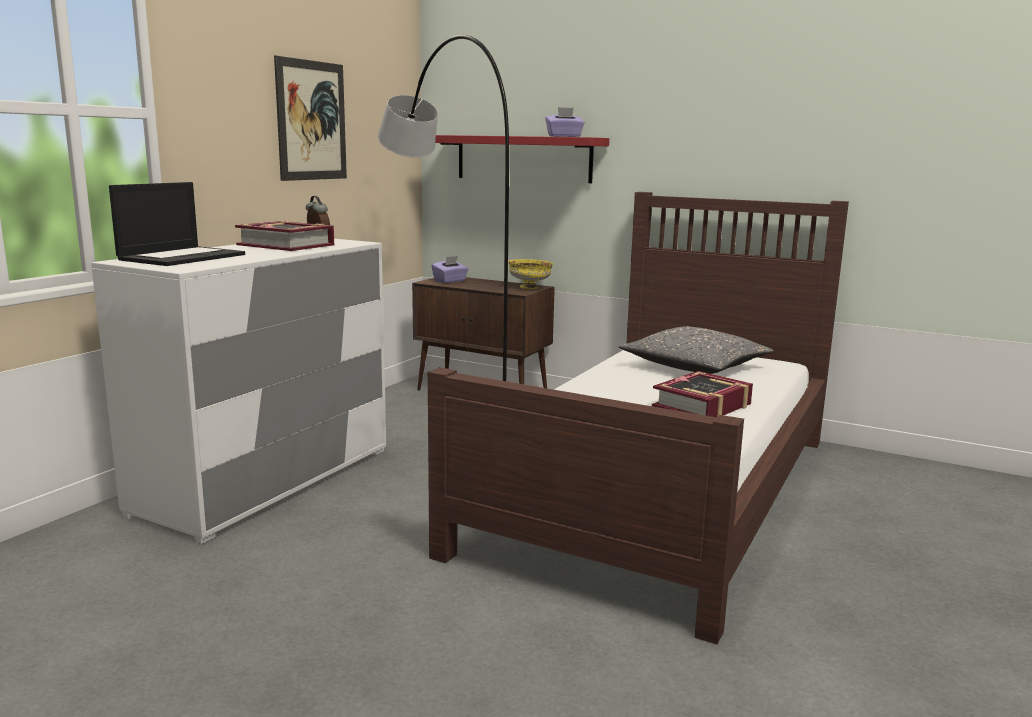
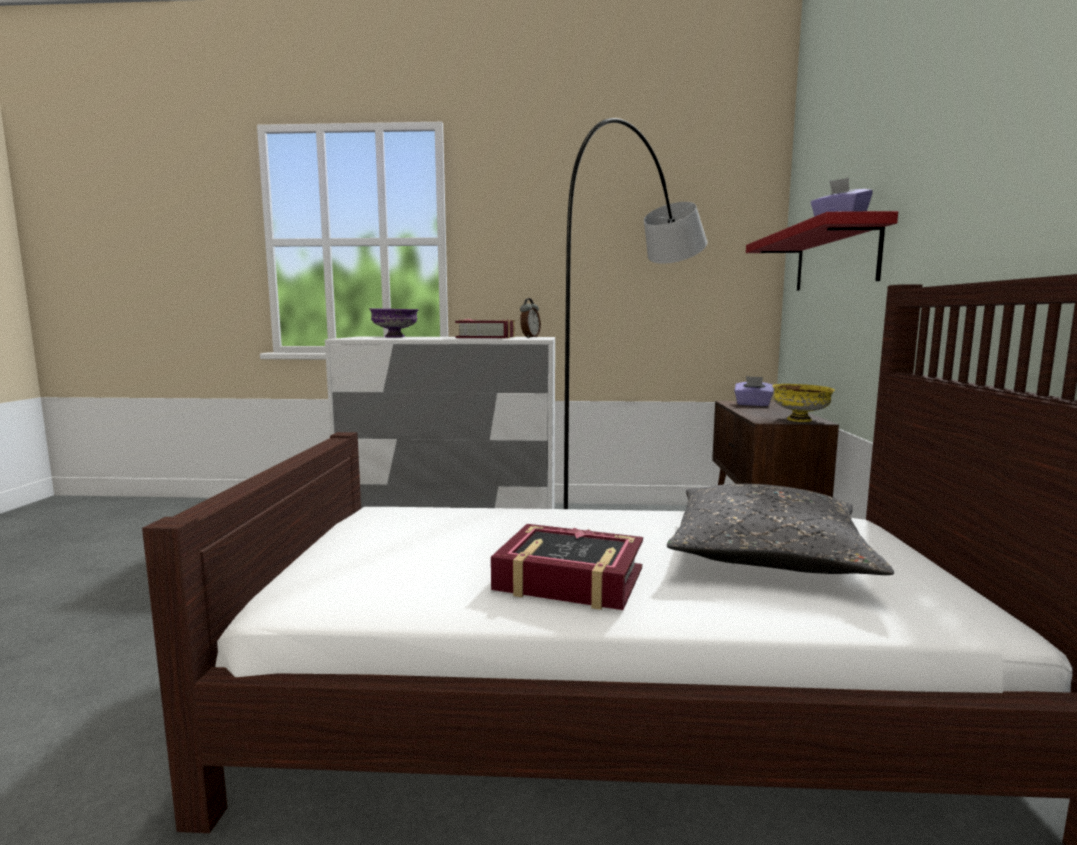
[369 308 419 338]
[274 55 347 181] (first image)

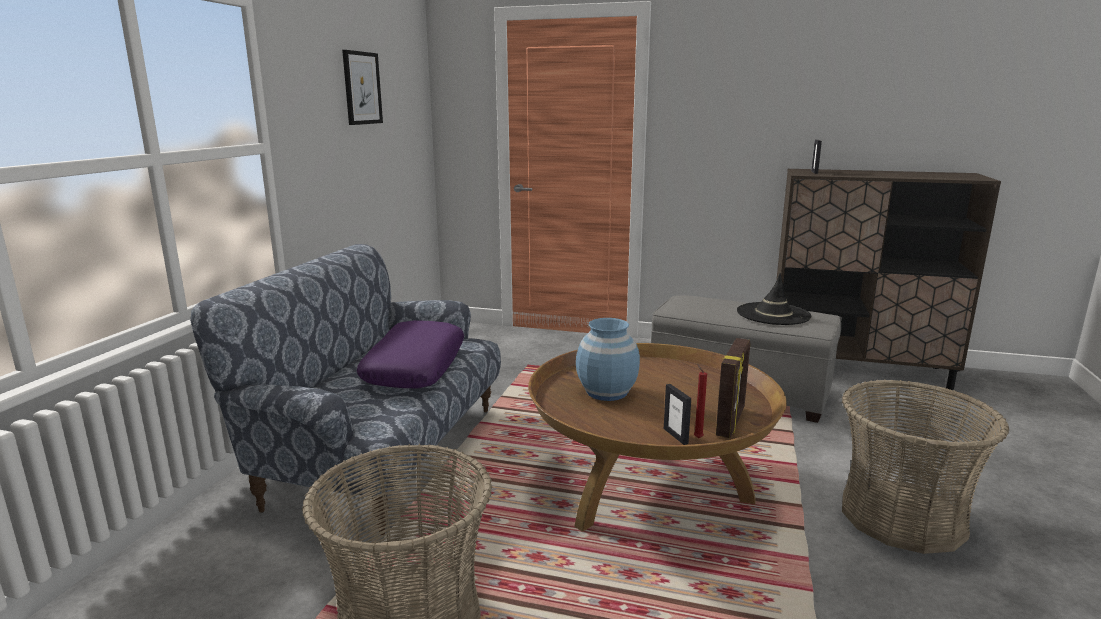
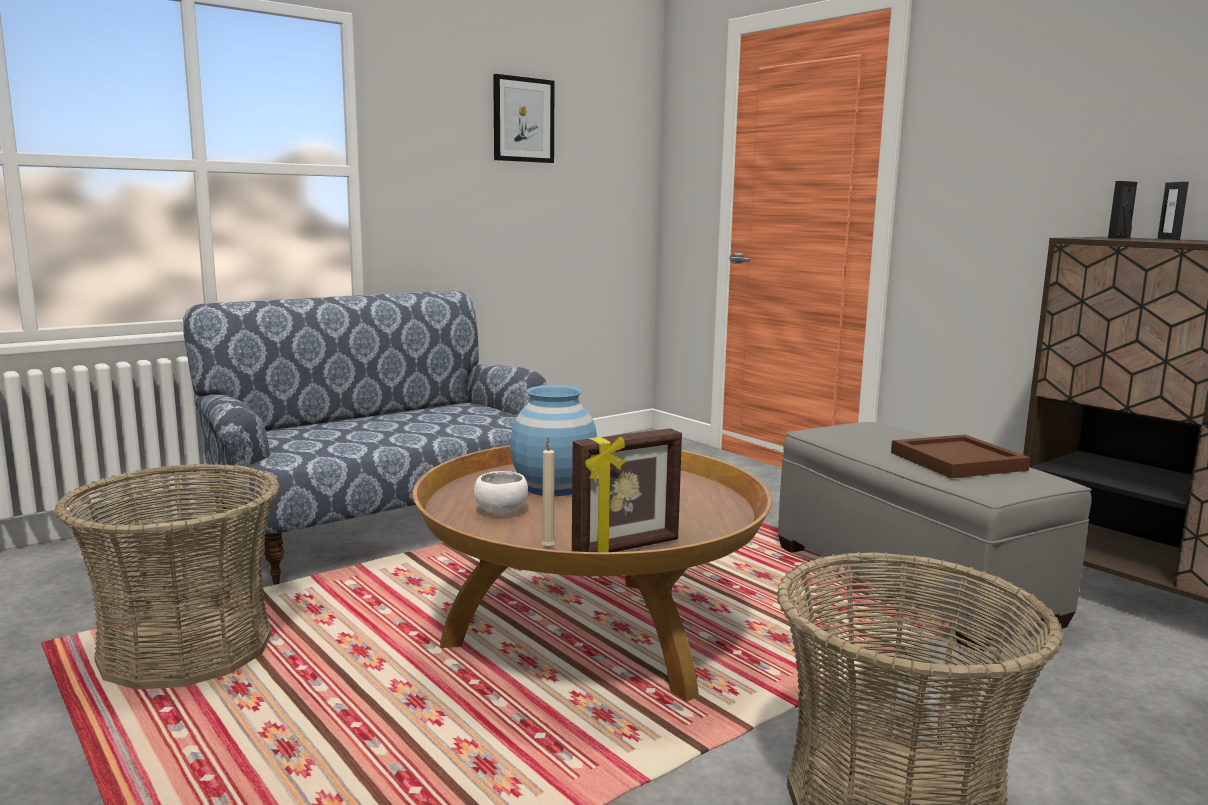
[357 320 464 389] (first image)
[1158 182 1189 240]
[541 437 555 549]
[891 435 1030 478]
[474 471 528 514]

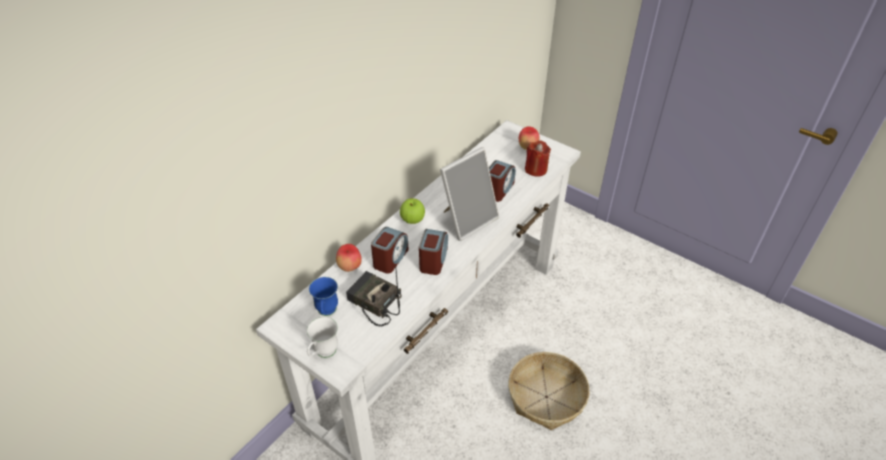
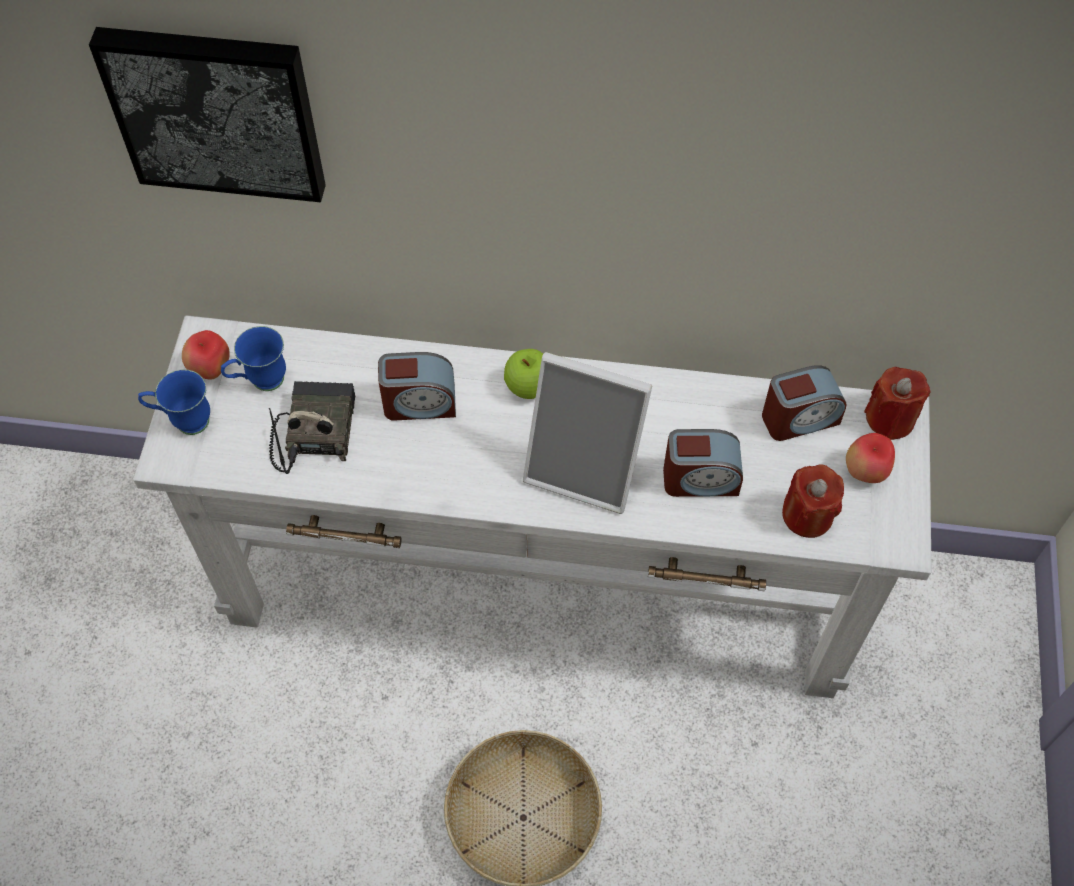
[138 369 210 435]
[182 330 230 379]
[762 365 847 441]
[89 27 326 202]
[864 367 931 440]

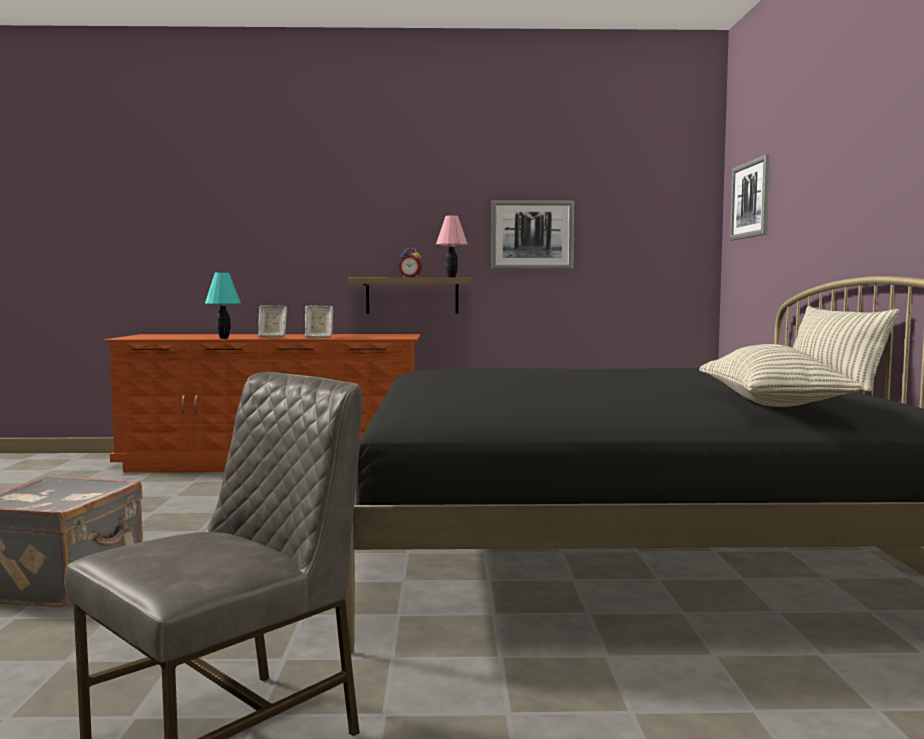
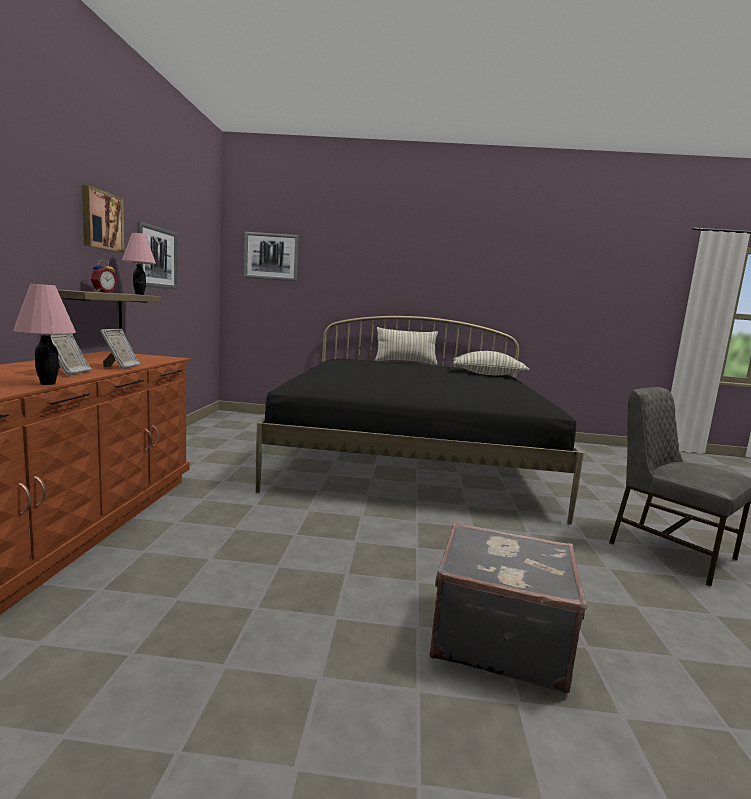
[13 284 76 385]
[82 185 124 253]

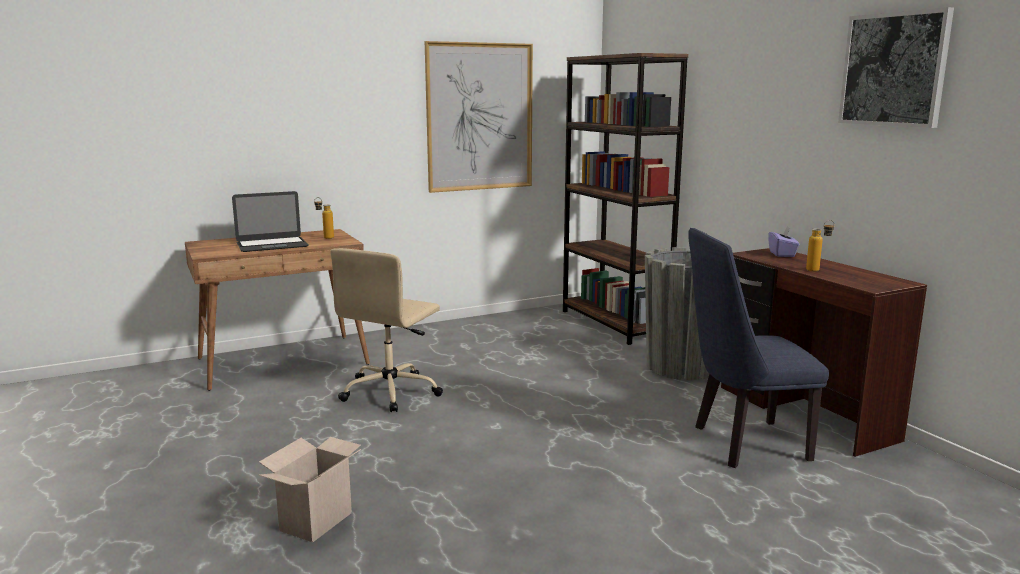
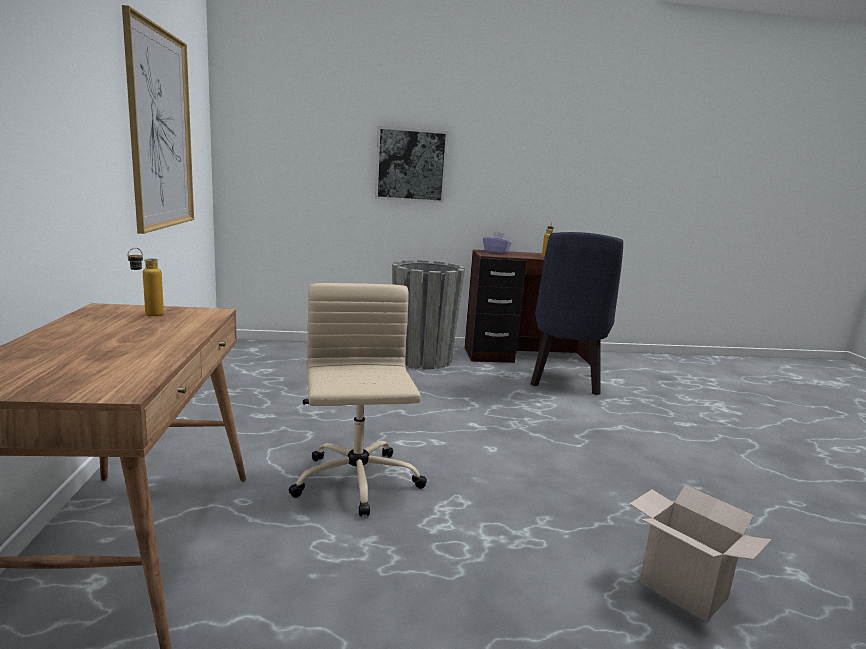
[232 191 309 252] (first image)
[288 283 427 517]
[563 53 688 345] (first image)
[375 126 449 203]

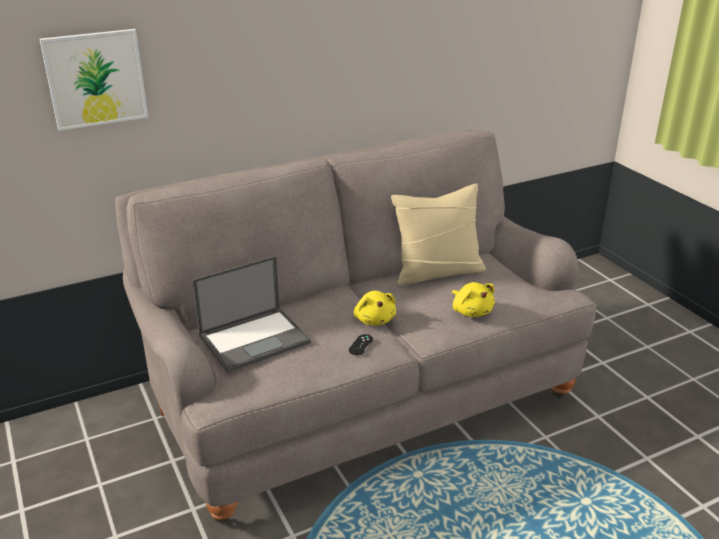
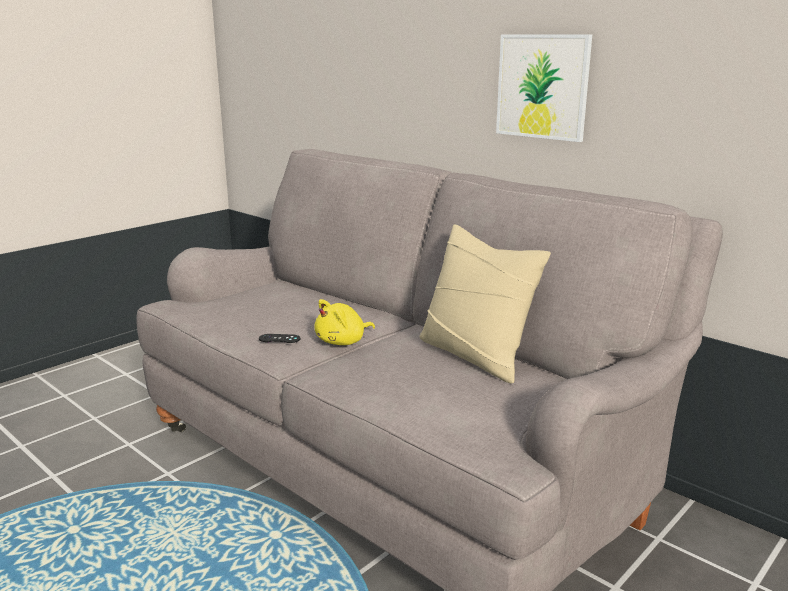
[496 34 592 142]
[192 256 311 373] (first image)
[452 282 495 317] (first image)

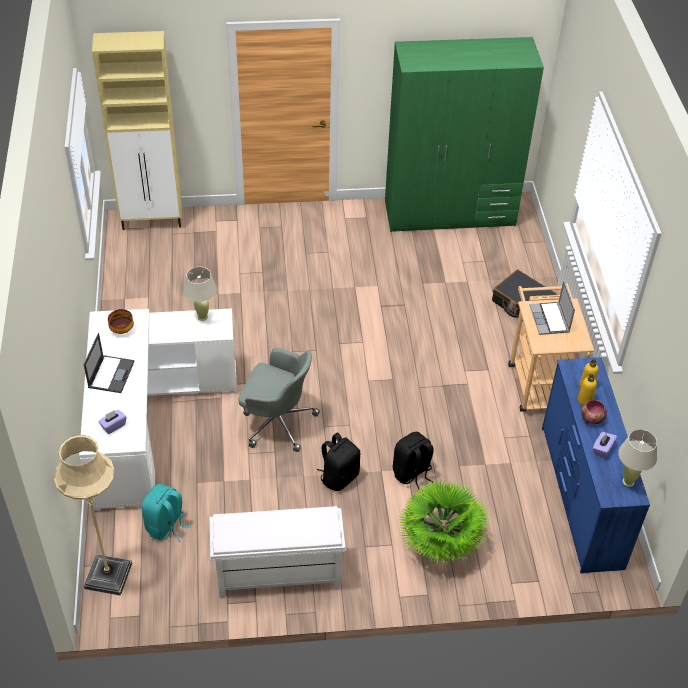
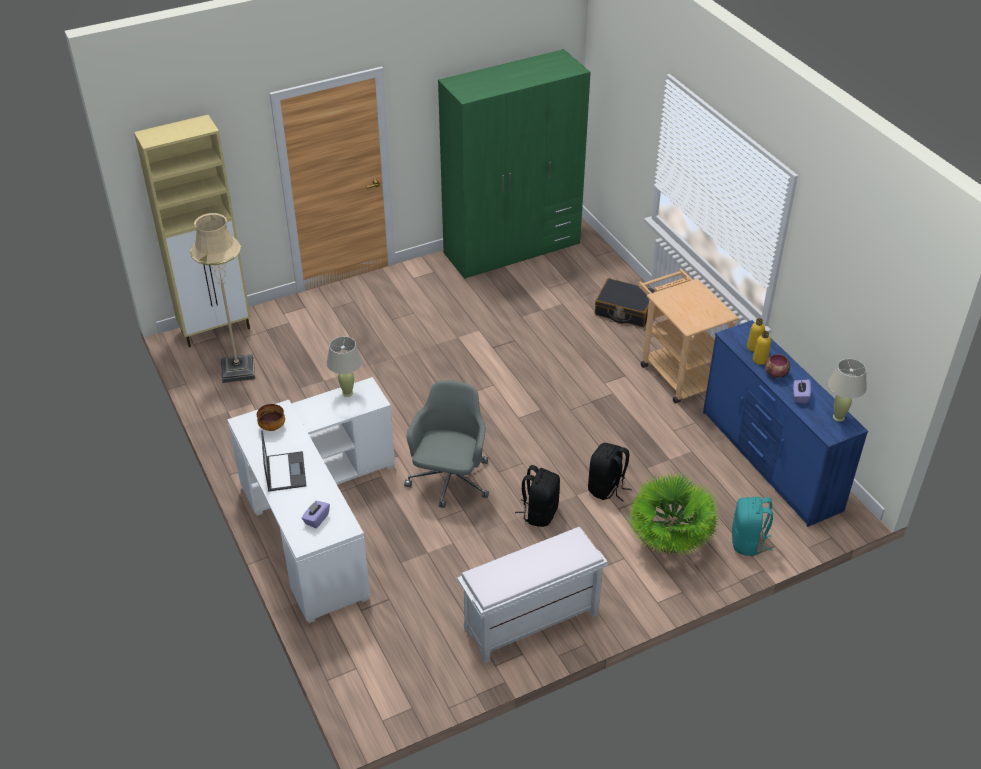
[190 213 255 383]
[732 497 773 556]
[404 380 489 508]
[530 280 575 335] (first image)

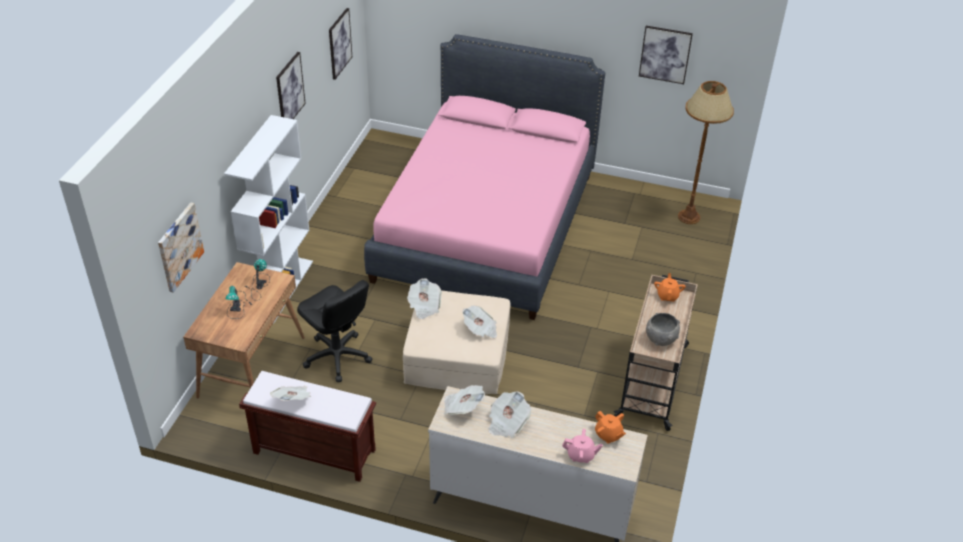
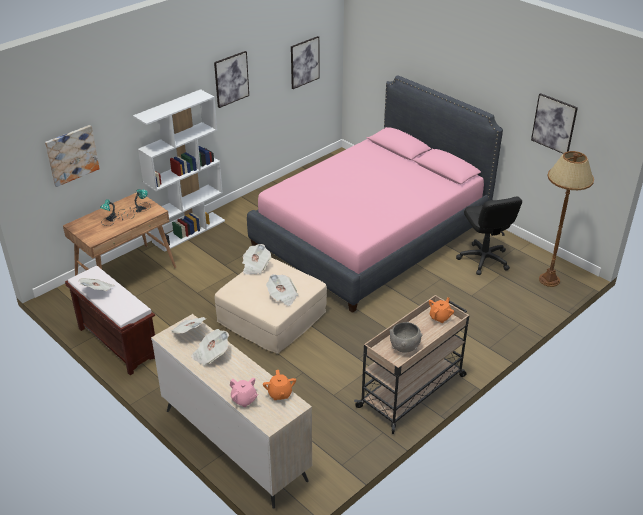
[456 197 522 275]

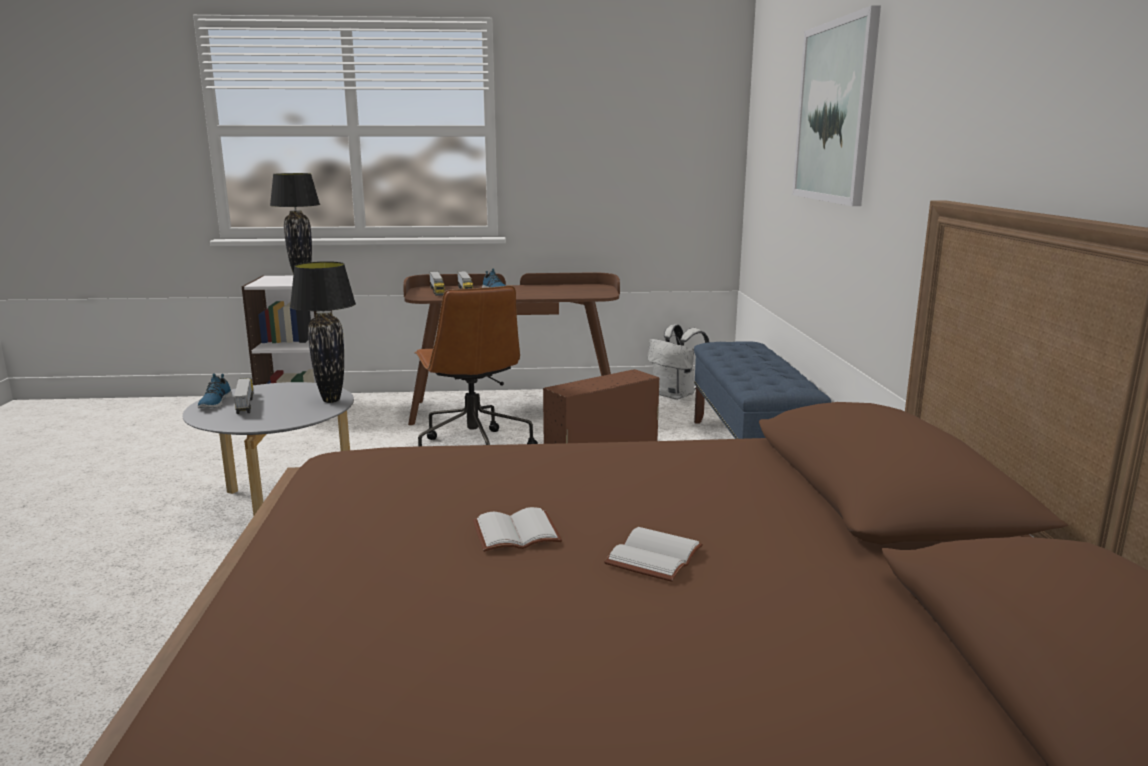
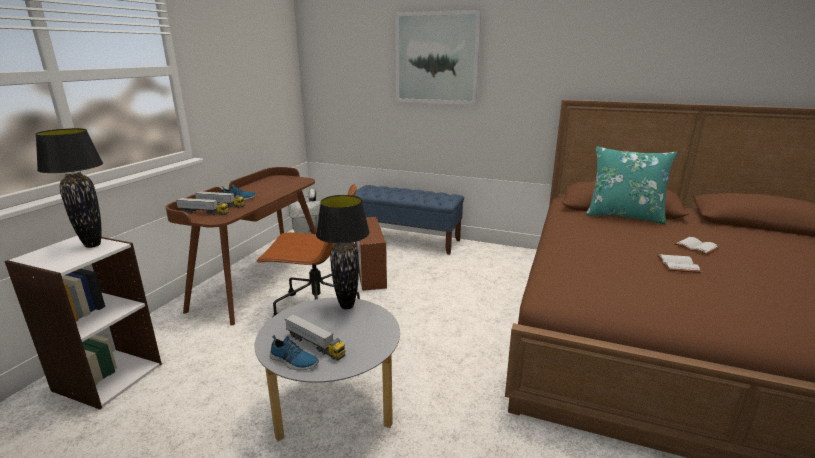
[285 314 346 360]
[586 146 677 225]

